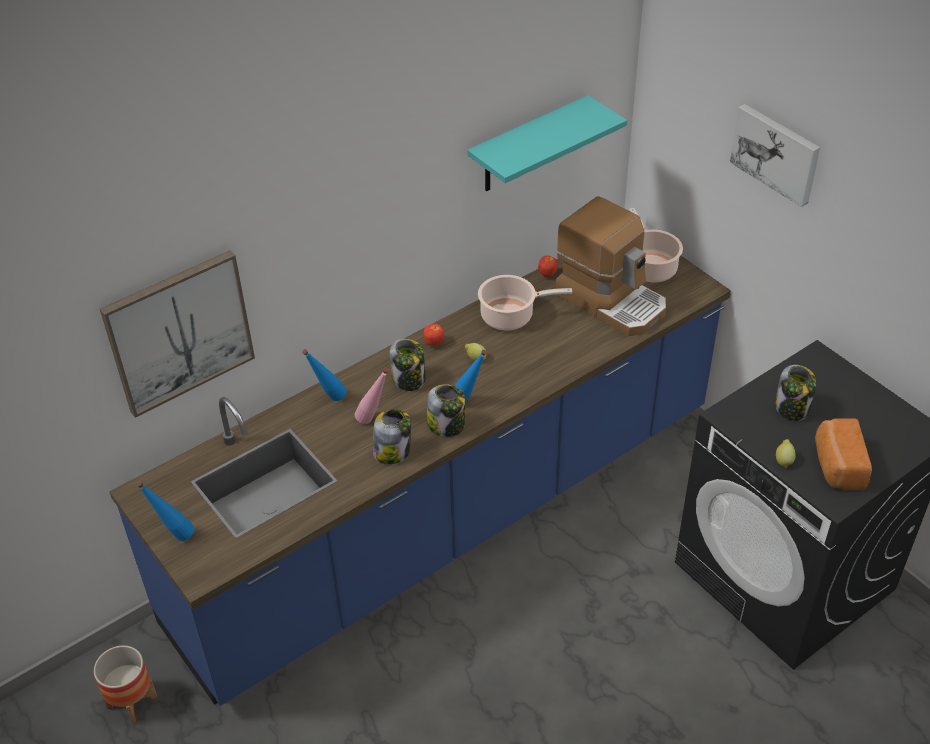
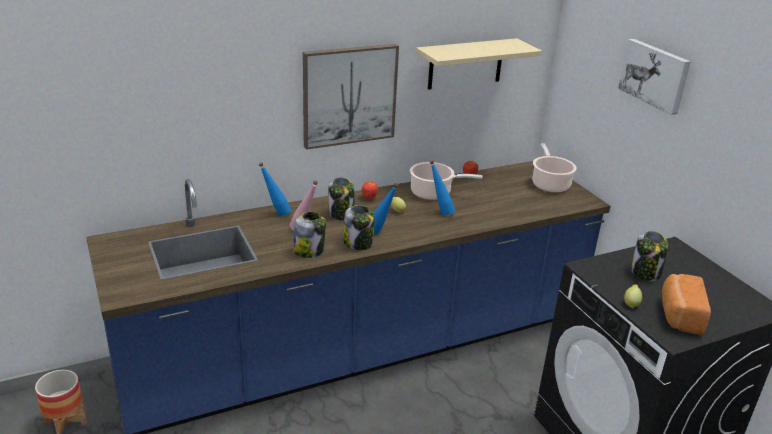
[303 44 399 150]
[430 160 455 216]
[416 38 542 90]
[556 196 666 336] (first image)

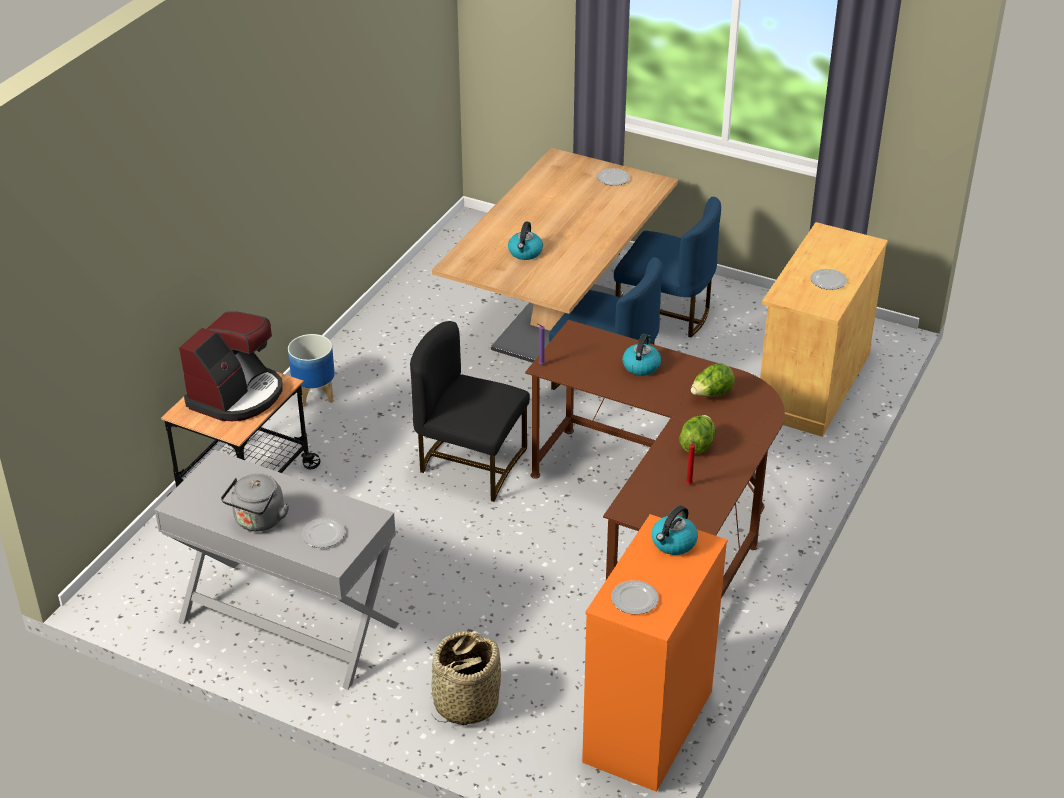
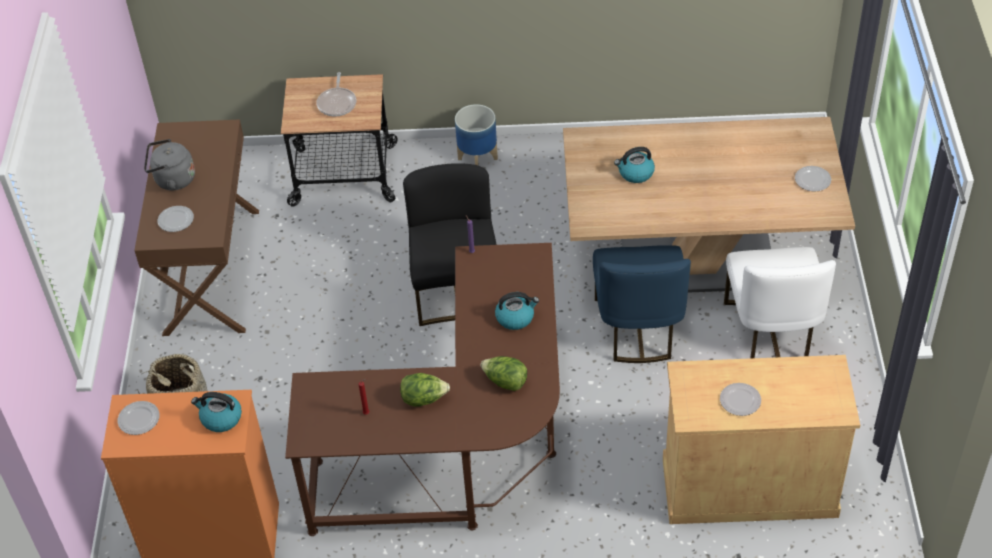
[134 119 259 336]
[316 72 356 117]
[724 247 836 358]

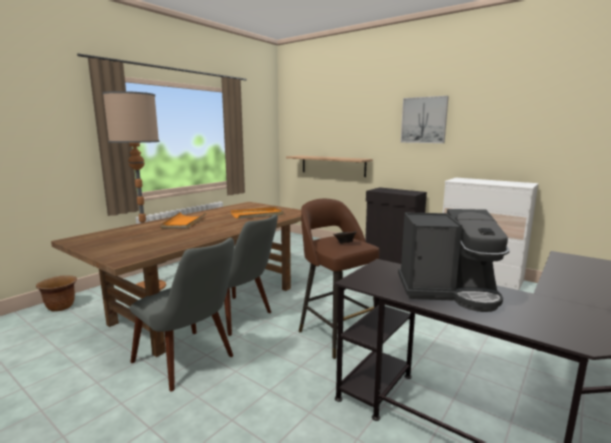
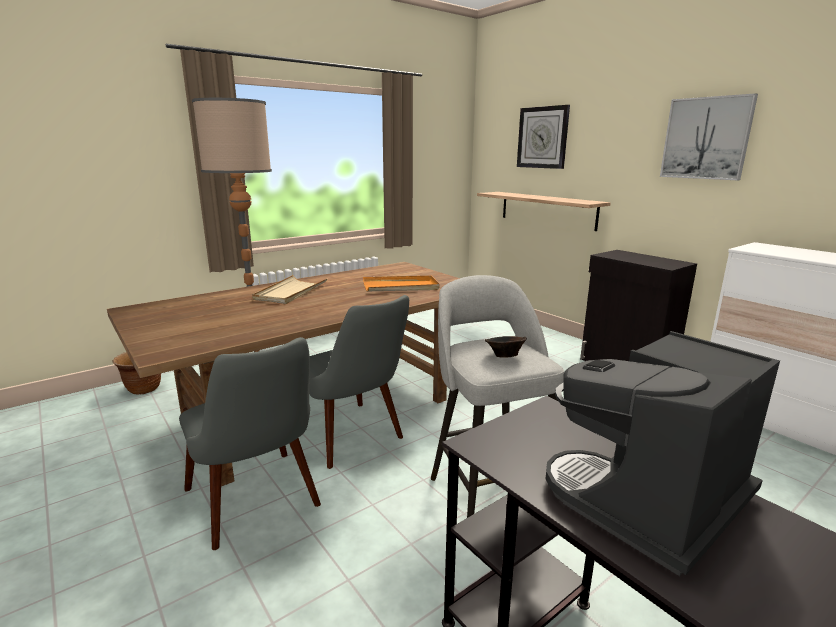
[252 275 328 304]
[431 275 564 518]
[546 331 780 576]
[517 105 570 169]

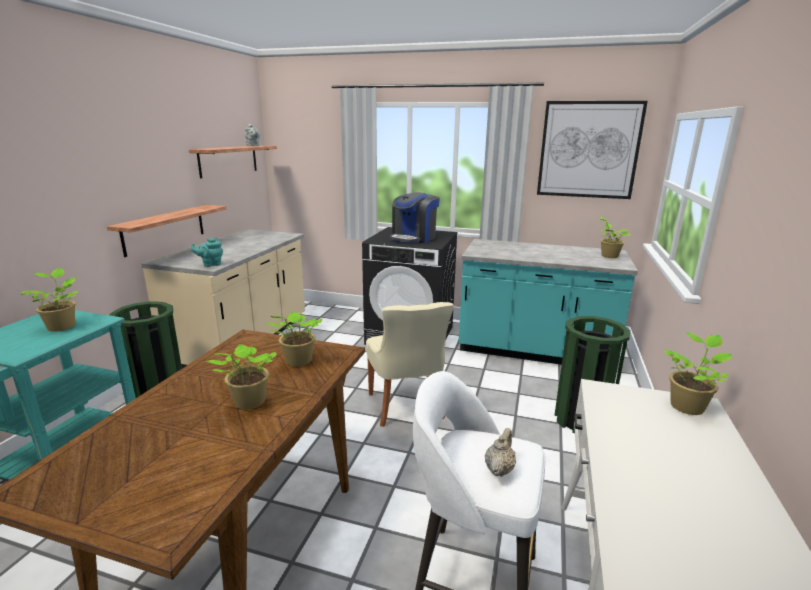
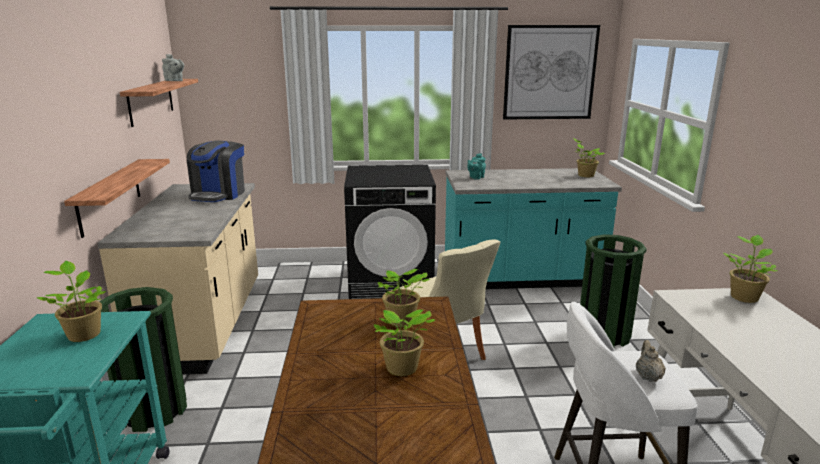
[467 153 486 180]
[187 140 245 202]

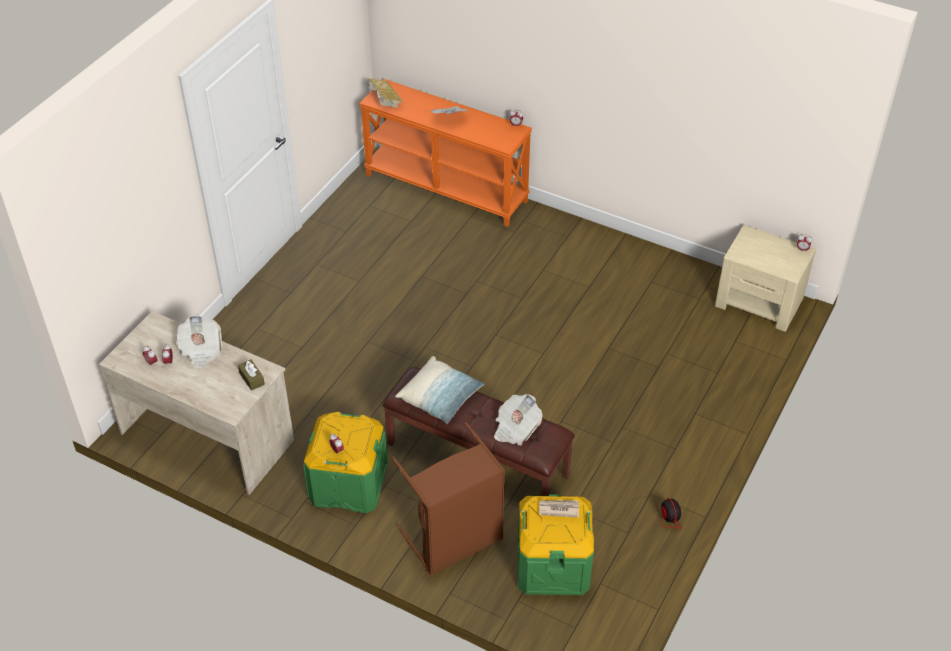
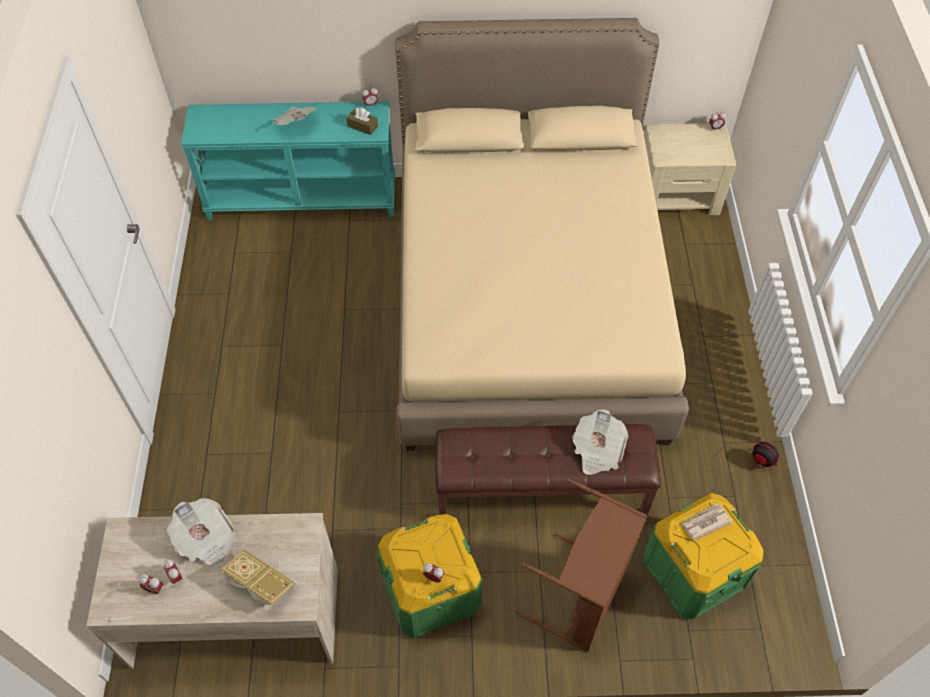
[346 108 378 135]
[181 101 395 220]
[220 550 296 611]
[395 356 485 424] (first image)
[395 18 689 451]

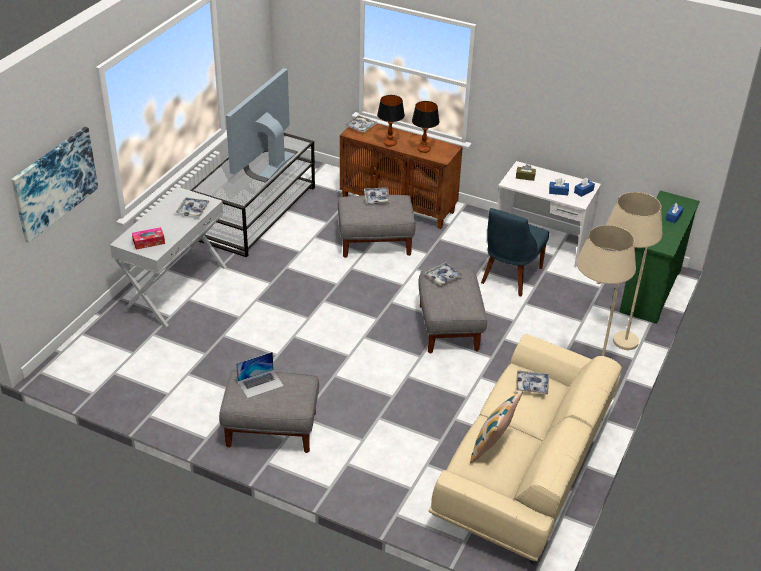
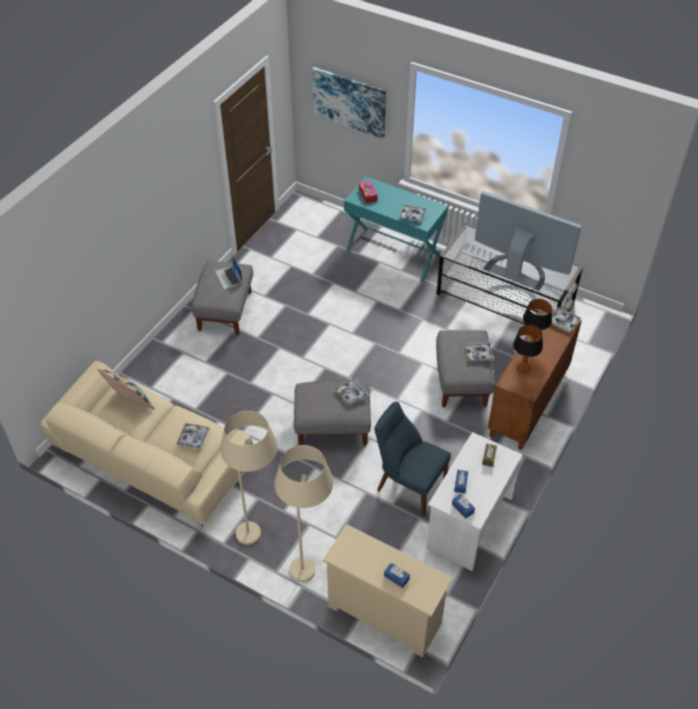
[344 176 448 282]
[323 524 453 658]

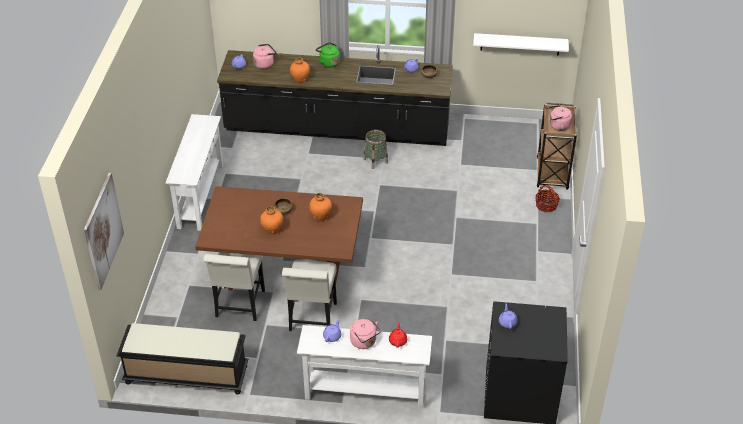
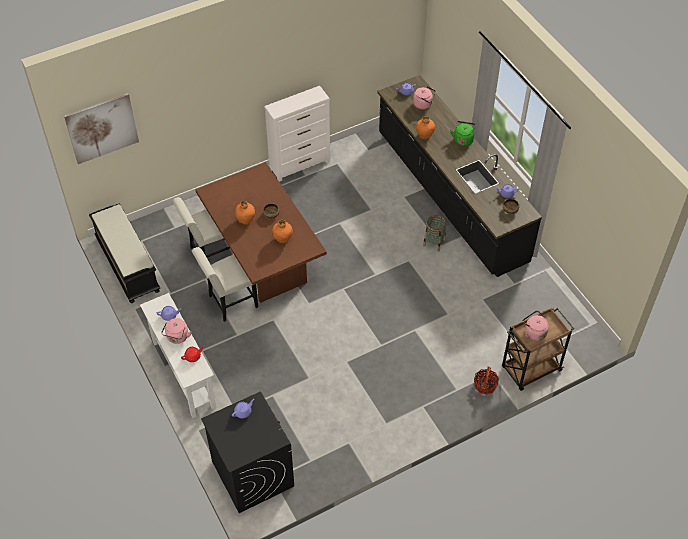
[264 86 330 182]
[473 33 569 56] (first image)

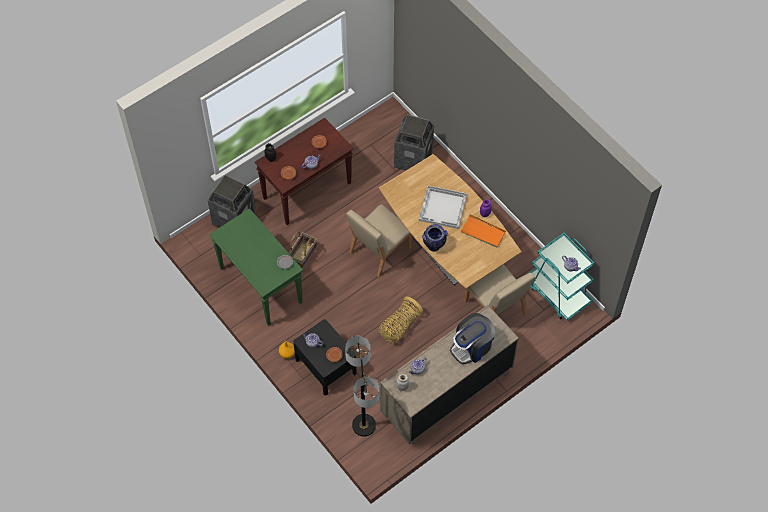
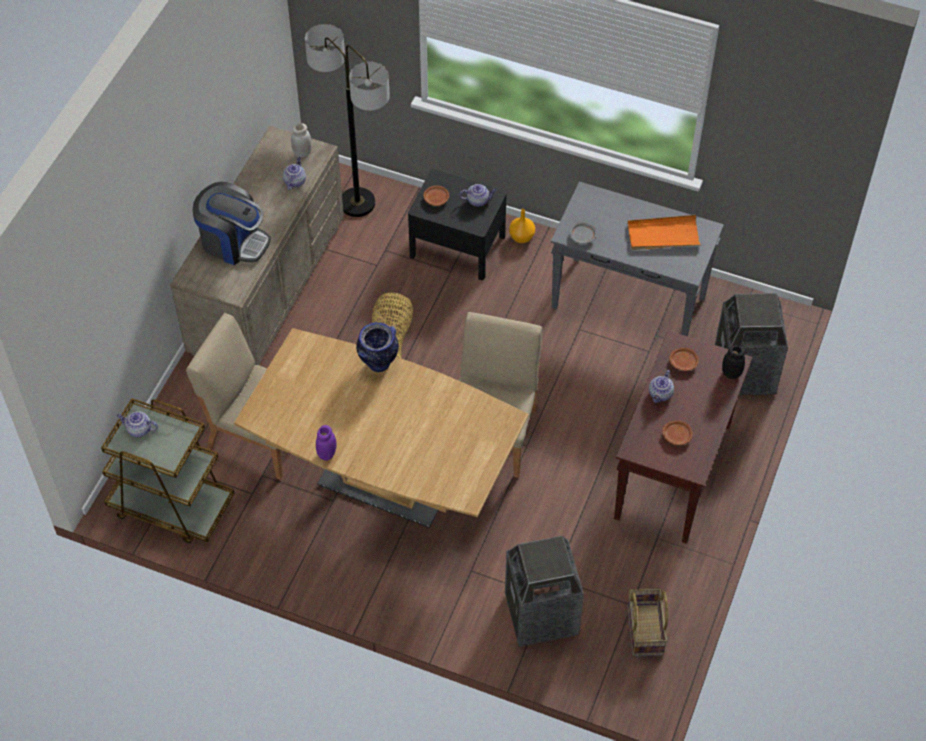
[551 182 724 336]
[627 588 668 657]
[419 186 467 229] (first image)
[193 182 271 265]
[627 215 701 250]
[101 398 234 543]

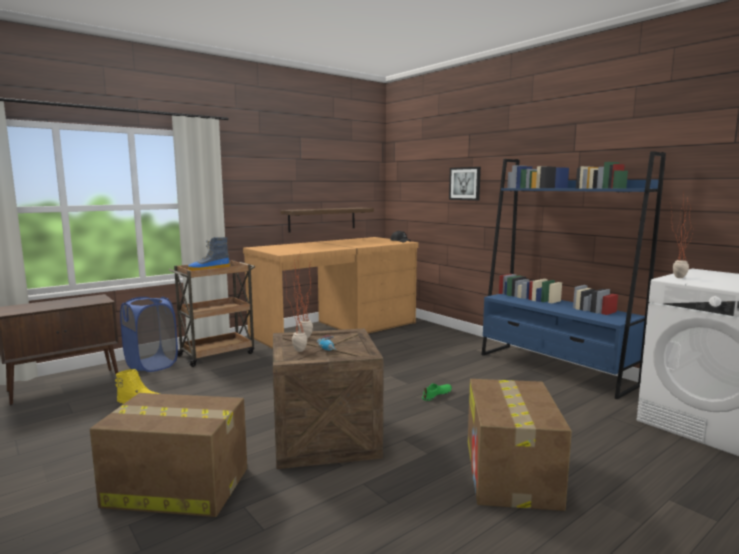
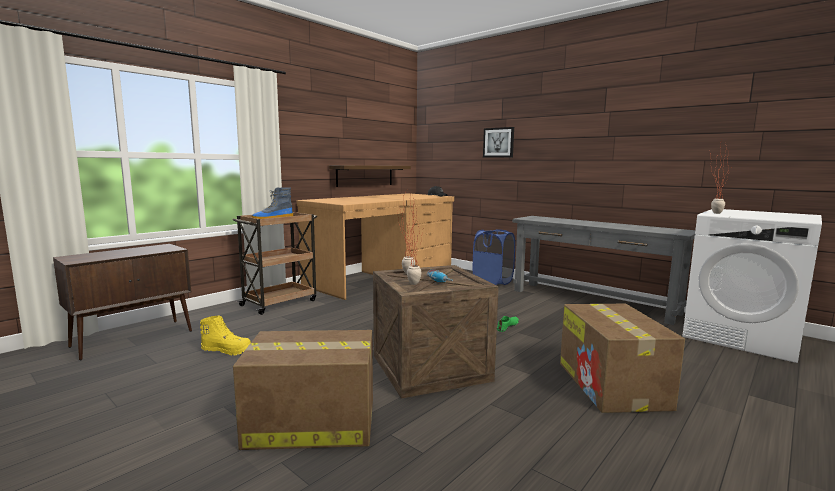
[473 229 515 285]
[513 216 696 325]

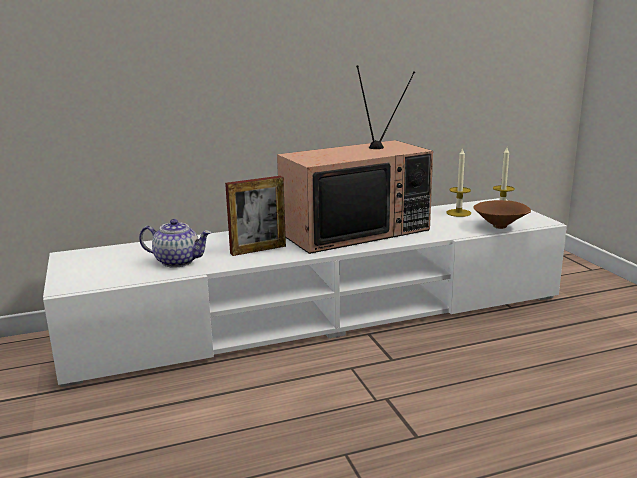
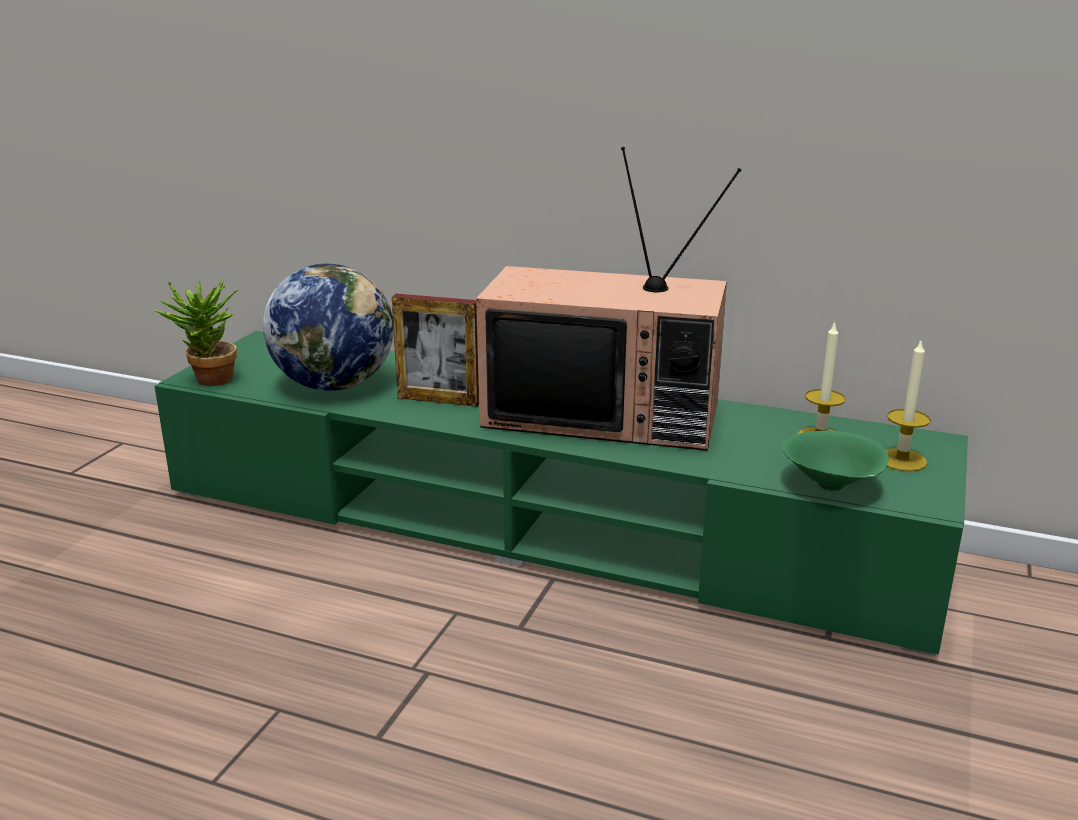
[155 331 968 656]
[263 264 394 391]
[782 430 889 491]
[155 277 238 386]

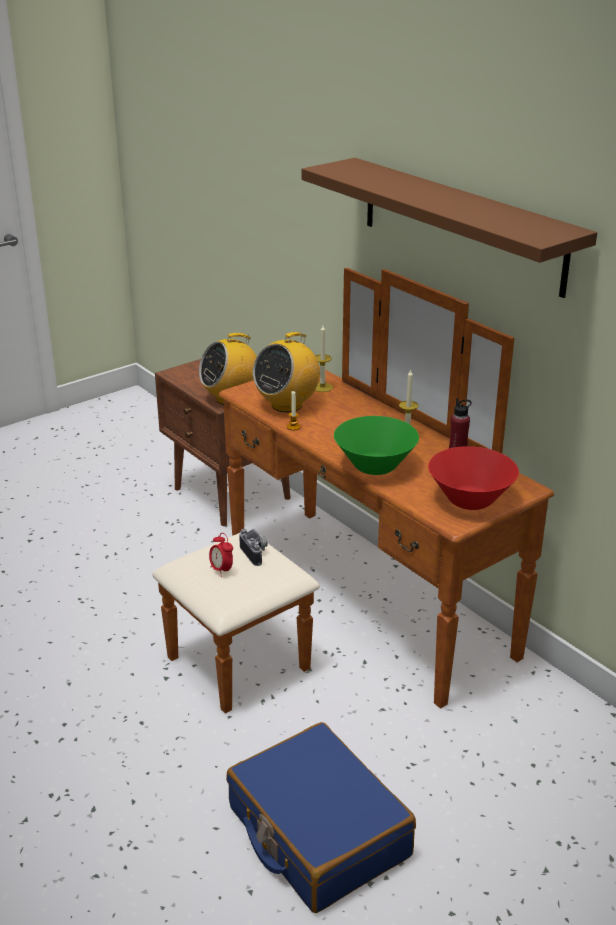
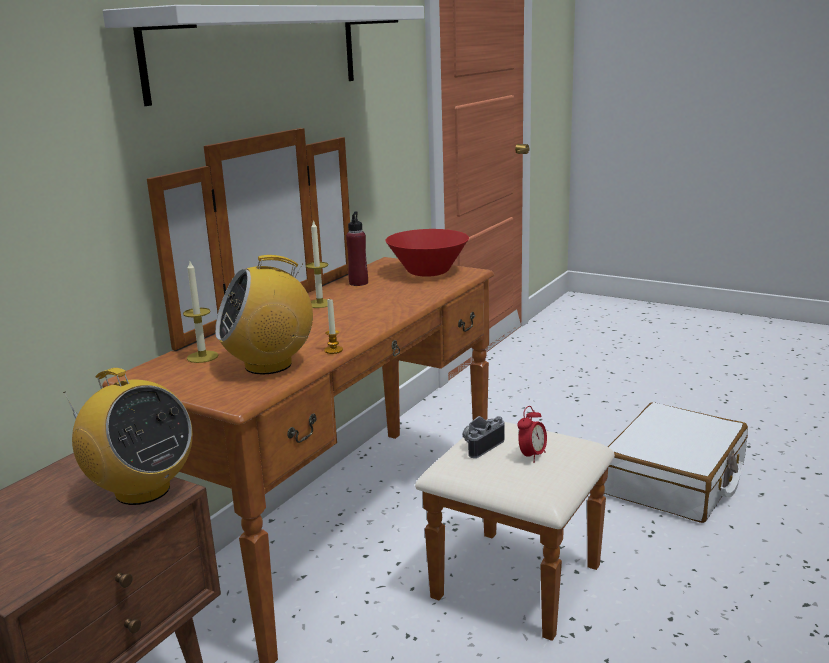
[604 402 748 523]
[215 255 313 375]
[103 5 424 106]
[334 416 419 475] (first image)

